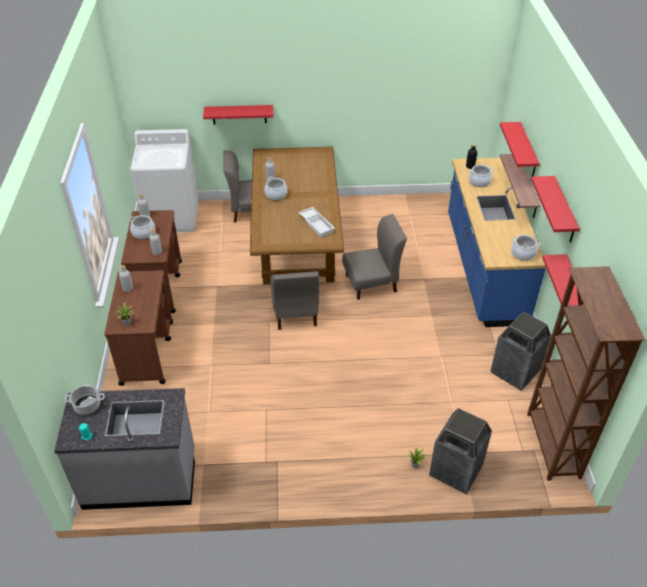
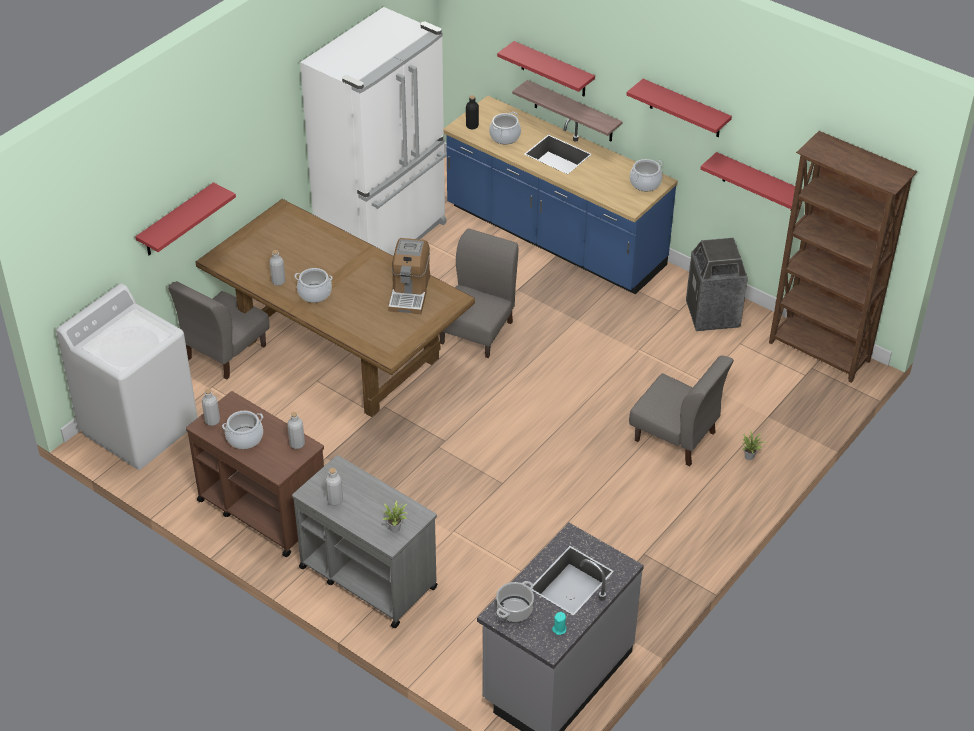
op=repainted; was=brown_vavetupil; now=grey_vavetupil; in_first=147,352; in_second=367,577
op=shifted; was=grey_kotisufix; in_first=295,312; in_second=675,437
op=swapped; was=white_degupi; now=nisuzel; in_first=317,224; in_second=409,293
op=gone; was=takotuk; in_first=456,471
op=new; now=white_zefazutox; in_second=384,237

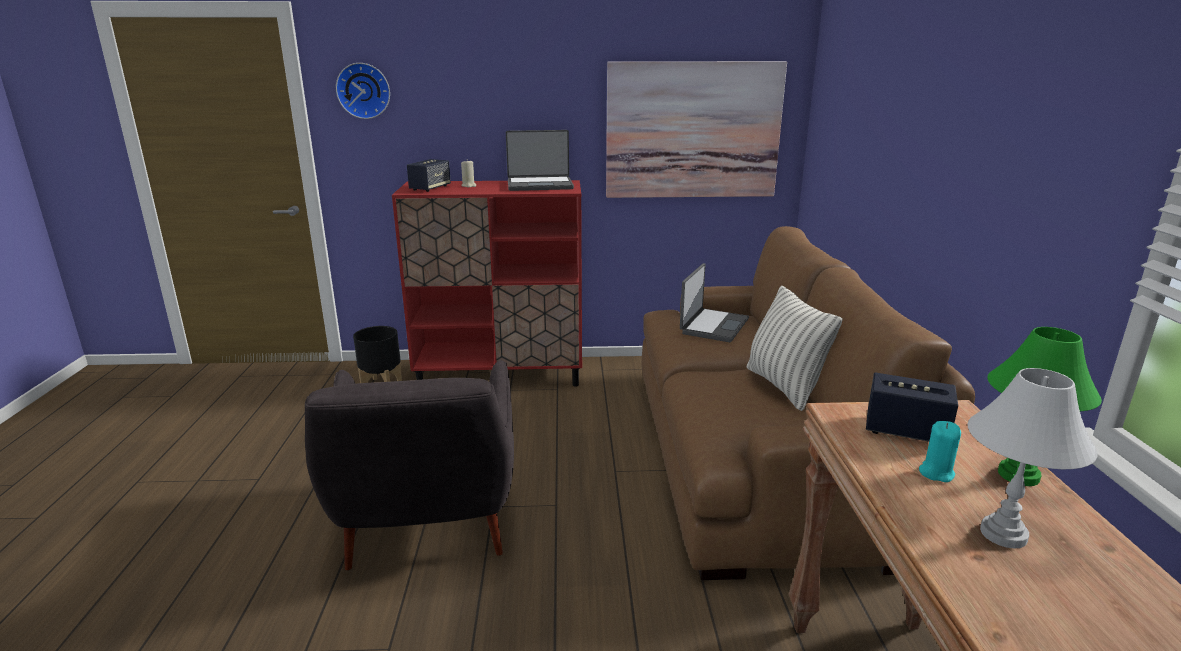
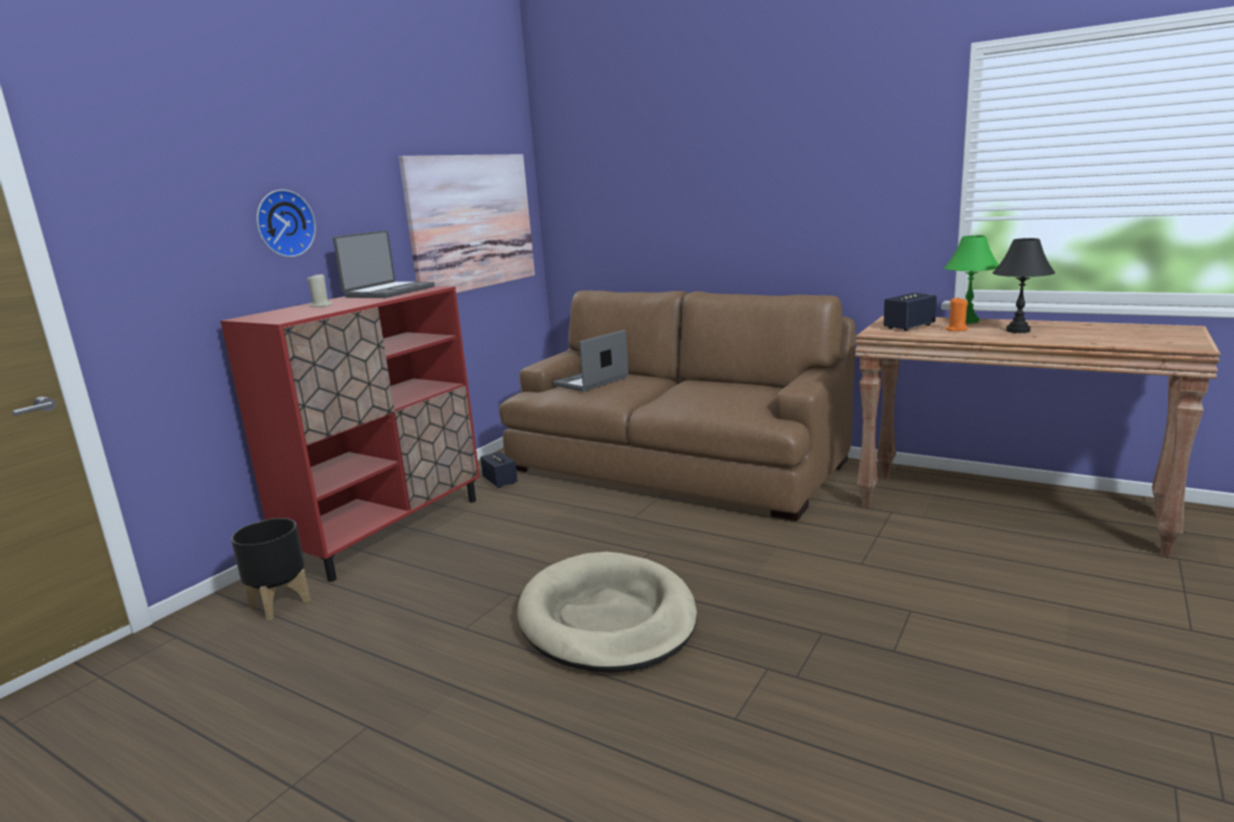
op=swapped; was=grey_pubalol; now=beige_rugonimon; in_first=428,524; in_second=607,618
op=shifted; was=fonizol; in_first=364,90; in_second=283,223
op=shifted; was=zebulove; in_first=430,188; in_second=500,481
op=rotated; was=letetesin; in_first=713,326; in_second=591,382; clockwise=-105
op=gone; was=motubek; in_first=784,386
op=repainted; was=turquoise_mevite; now=orange_mevite; in_first=936,473; in_second=956,329
op=repainted; was=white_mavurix; now=black_mavurix; in_first=1004,534; in_second=1018,330

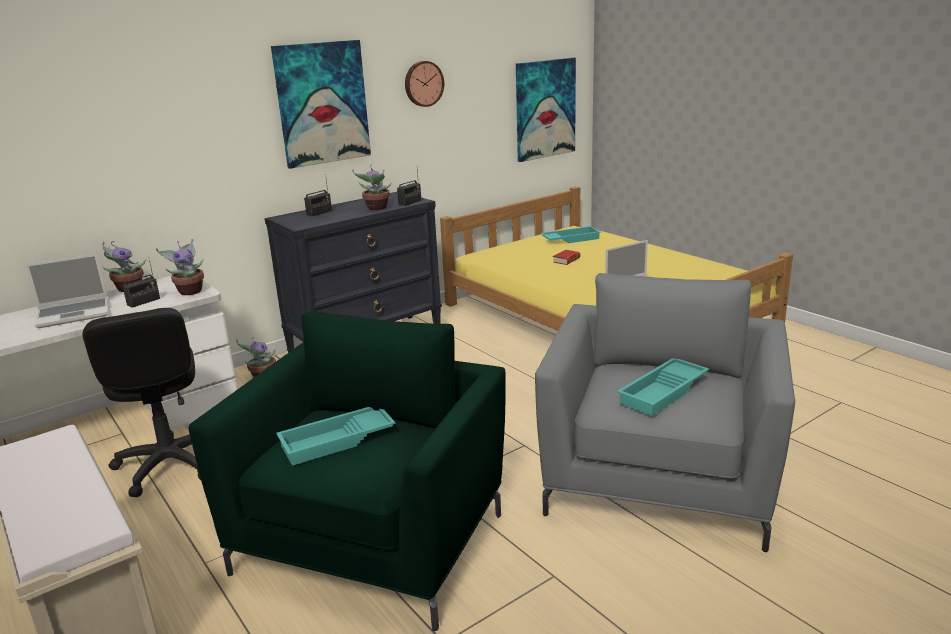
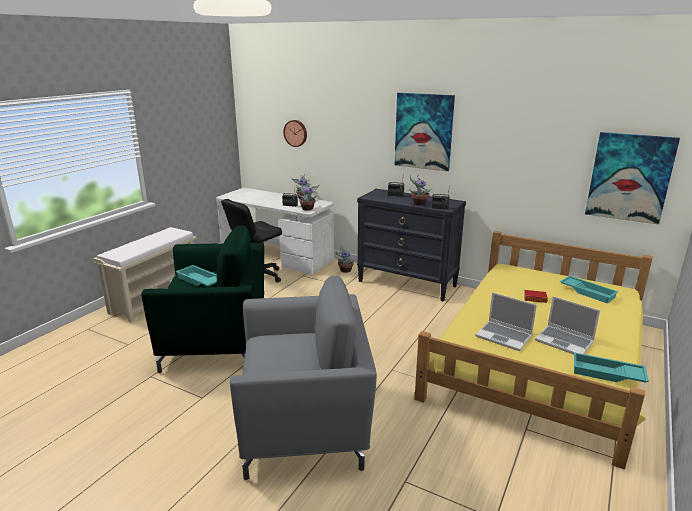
op=shifted; was=letetesin; in_first=75,313; in_second=565,341
op=shifted; was=fonizol; in_first=423,83; in_second=296,133
op=shifted; was=turquoise_degupi; in_first=664,392; in_second=607,374

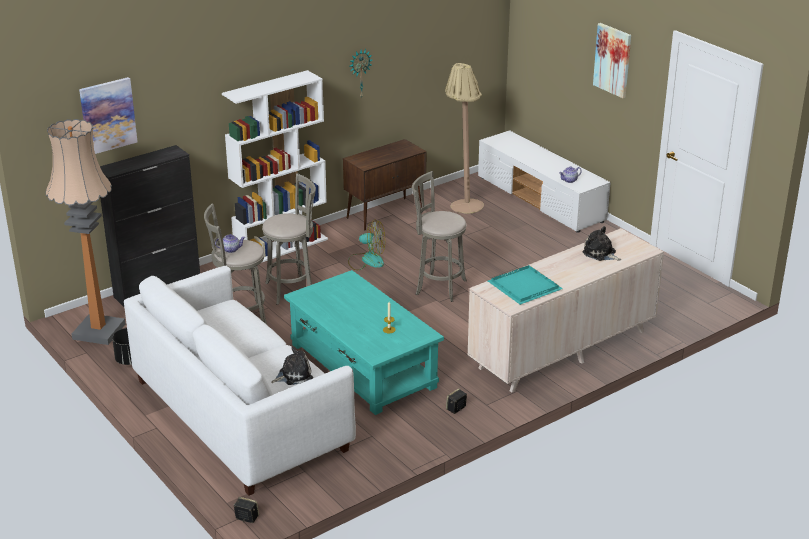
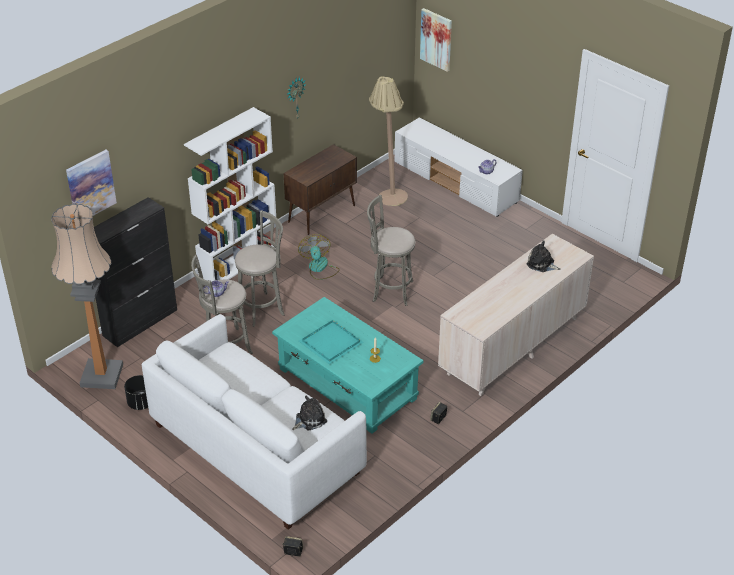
op=rotated; was=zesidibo; in_first=367,260; in_second=319,268; clockwise=-105
op=shifted; was=turquoise_degupi; in_first=523,286; in_second=329,343
op=shifted; was=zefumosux; in_first=613,60; in_second=436,39

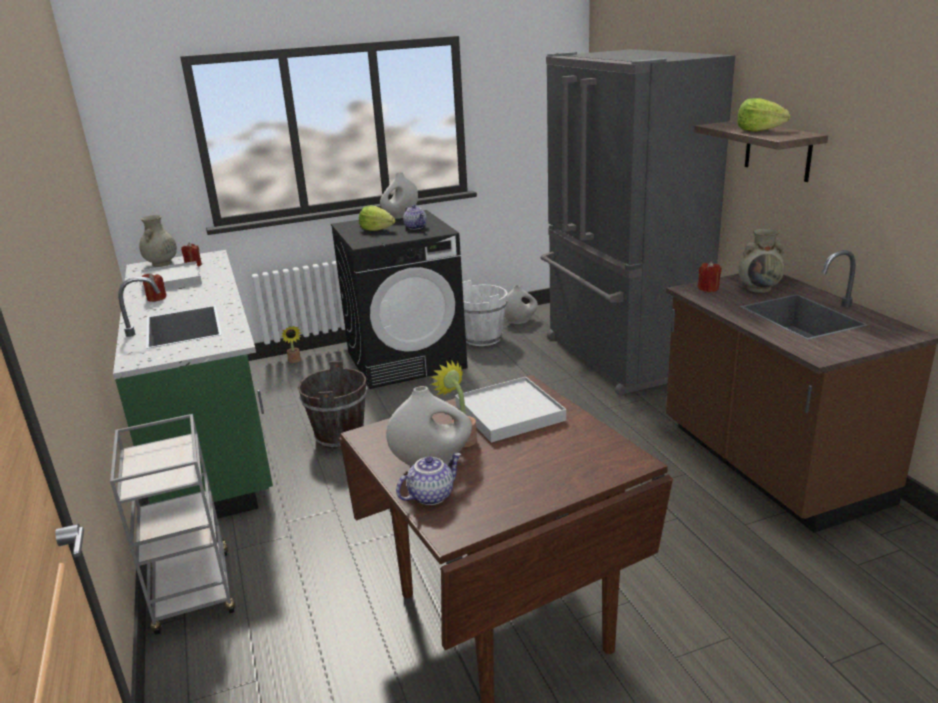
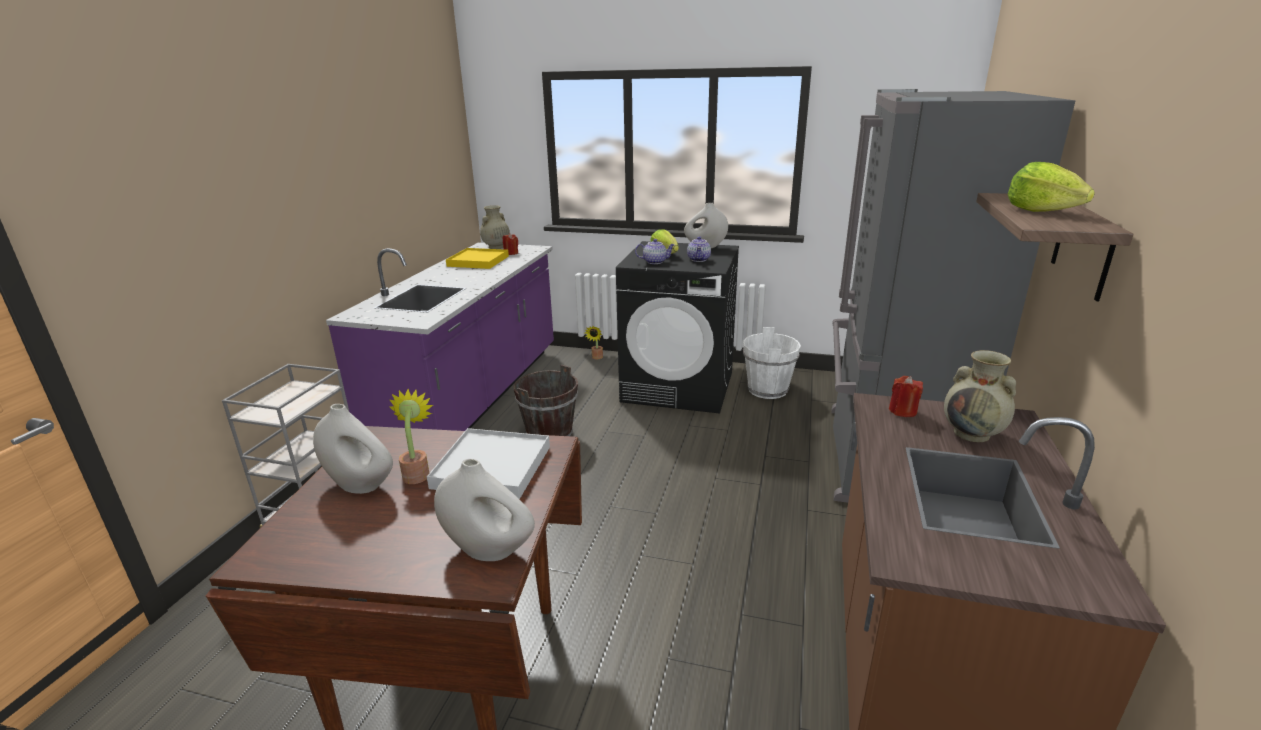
op=repainted; was=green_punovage; now=purple_punovage; in_first=212,436; in_second=474,398
op=repainted; was=white_degupi; now=yellow_degupi; in_first=171,280; in_second=478,261
op=gone; was=red_mevite; in_first=156,298
op=shifted; was=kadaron; in_first=431,495; in_second=655,262
op=shifted; was=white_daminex; in_first=520,321; in_second=489,550

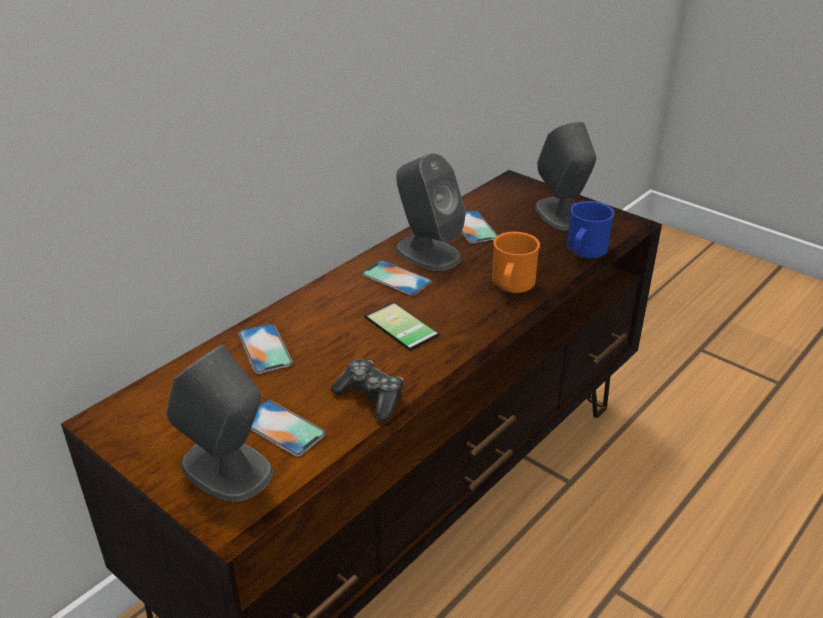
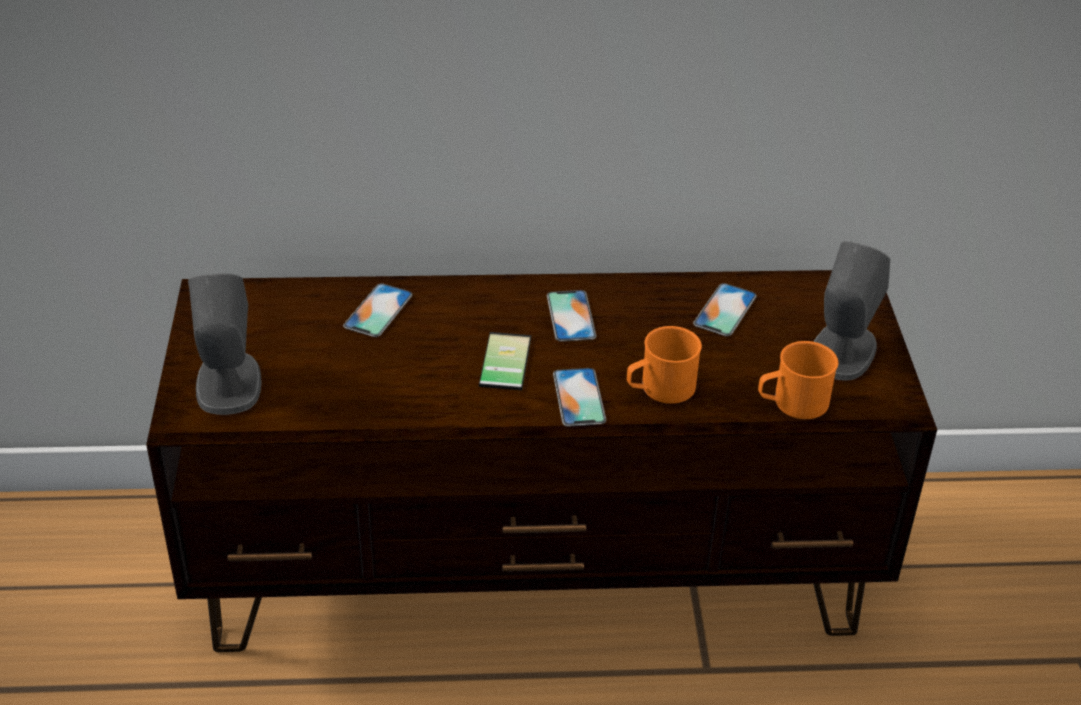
op=shifted; was=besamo; in_first=282,428; in_second=579,397
op=gone; was=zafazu; in_first=371,397
op=gone; was=grey_zebulove; in_first=427,253
op=repainted; was=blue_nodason; now=orange_nodason; in_first=584,251; in_second=792,403

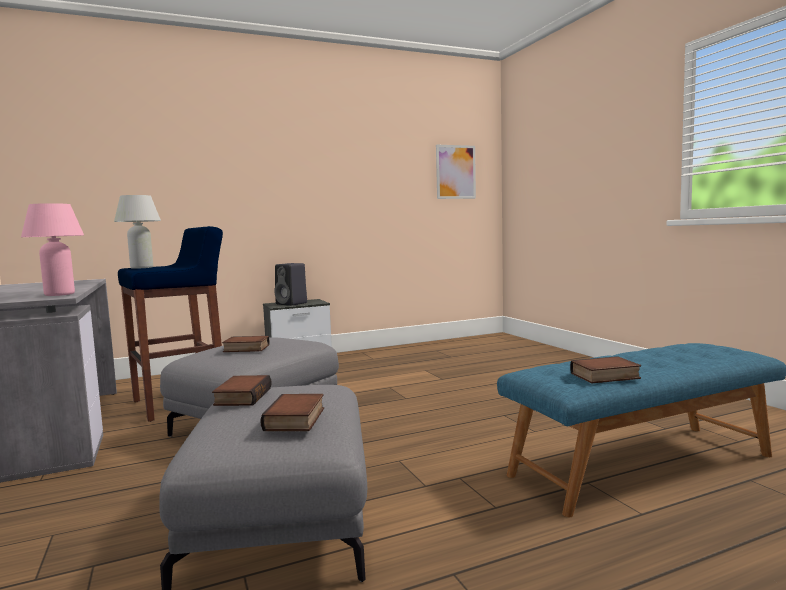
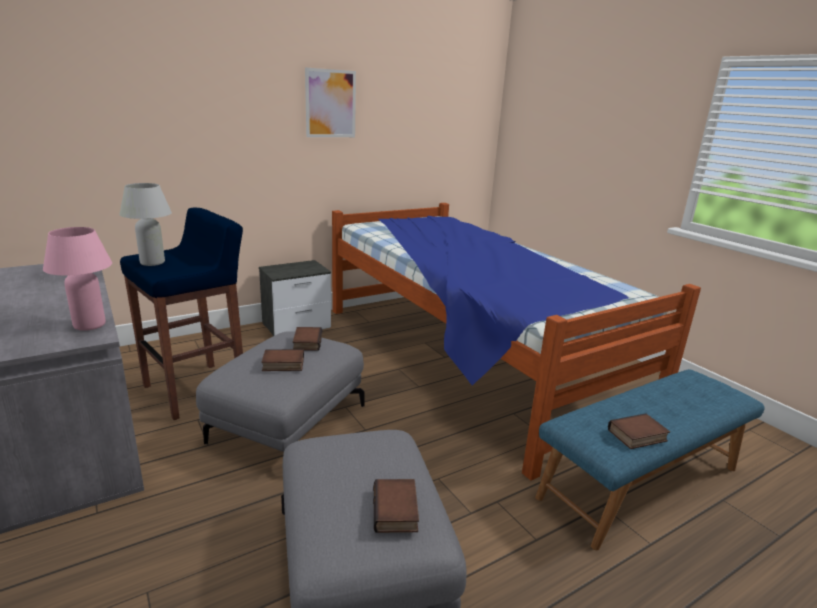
op=shifted; was=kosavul; in_first=241,396; in_second=306,342
op=gone; was=black_zebulove; in_first=292,303
op=shifted; was=zefumosux; in_first=455,172; in_second=330,104
op=new; now=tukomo; in_second=468,357

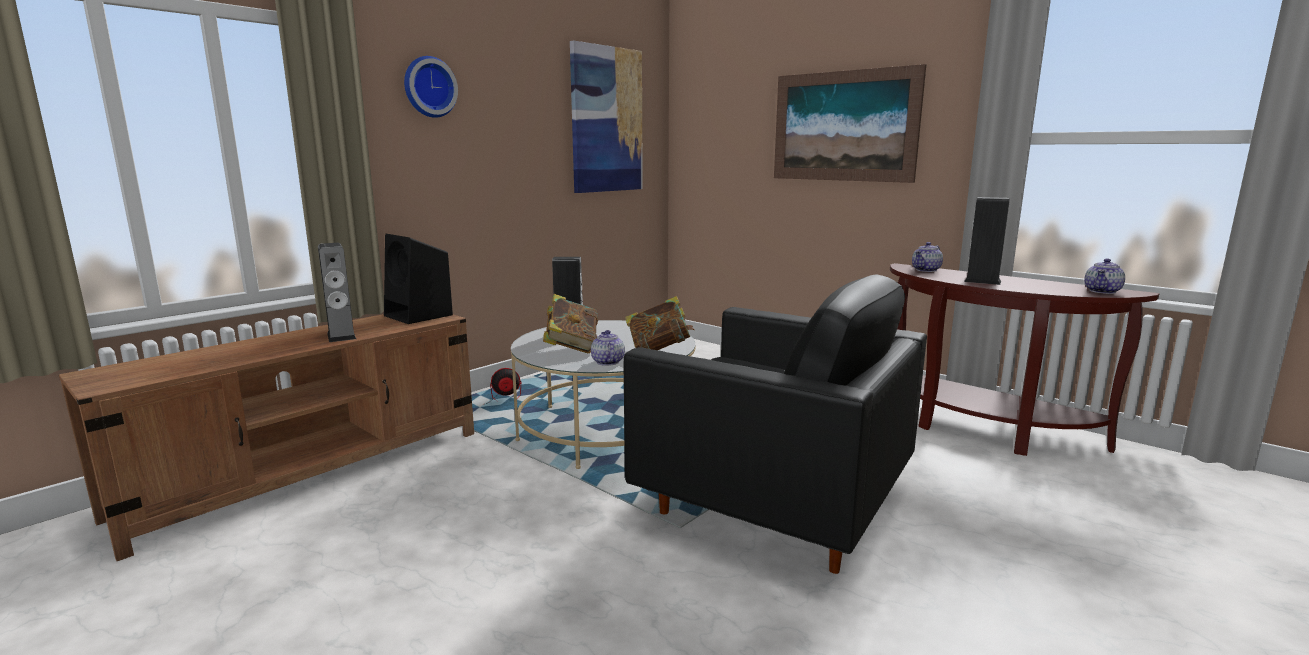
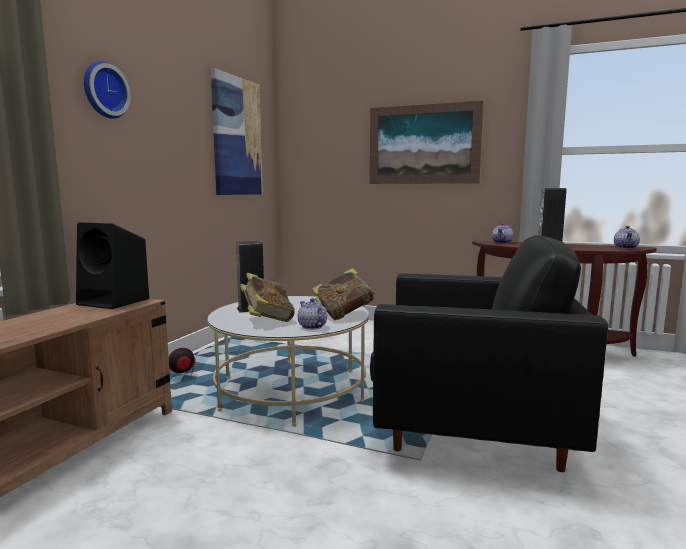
op=gone; was=zebulove; in_first=341,336

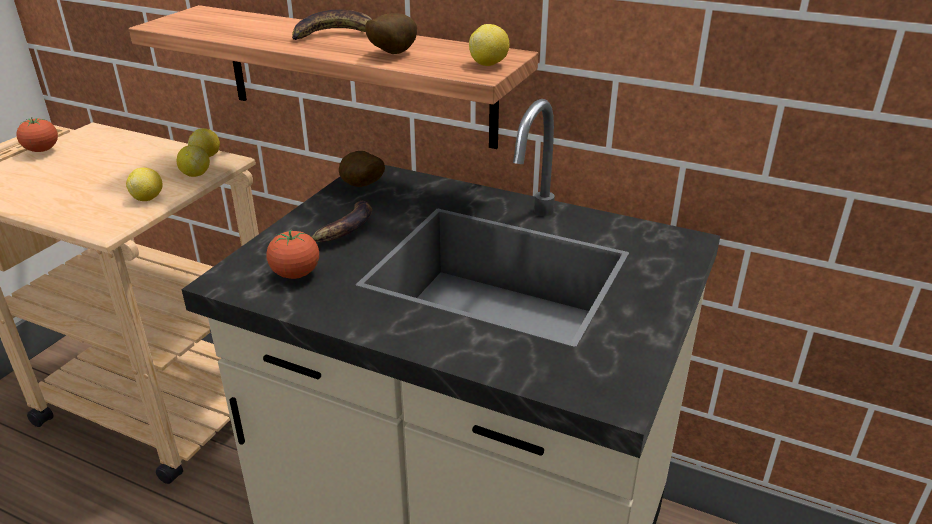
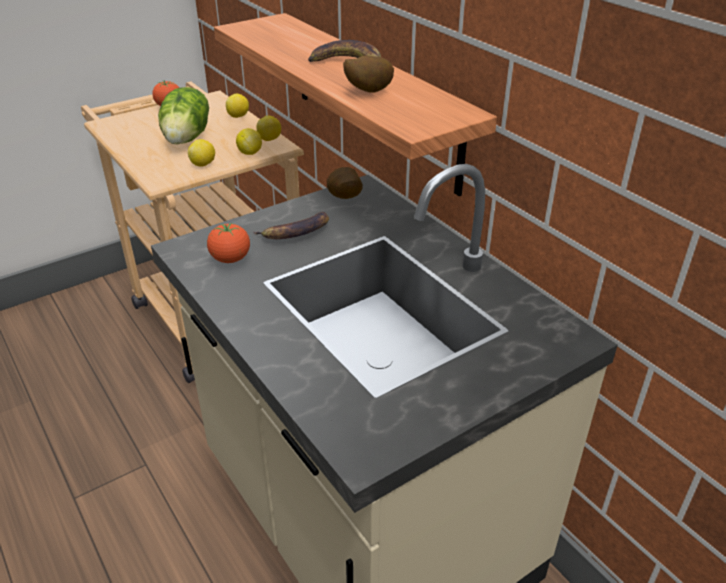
op=shifted; was=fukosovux; in_first=489,64; in_second=238,116
op=new; now=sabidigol; in_second=187,138

